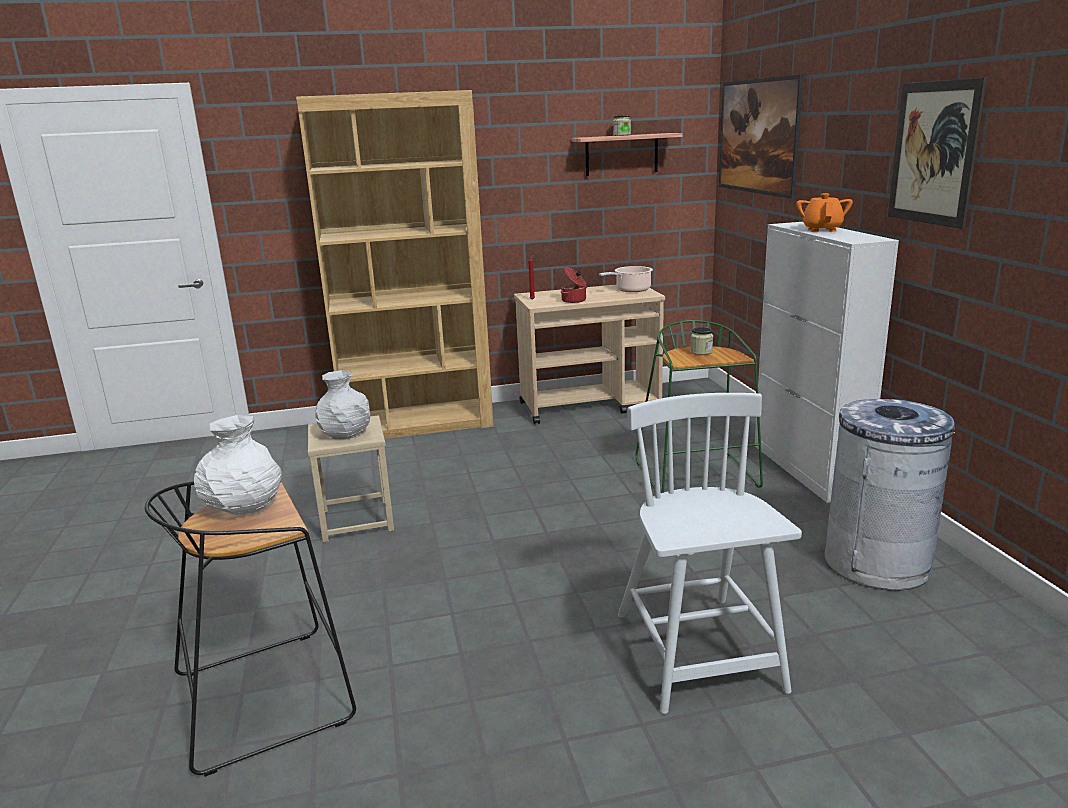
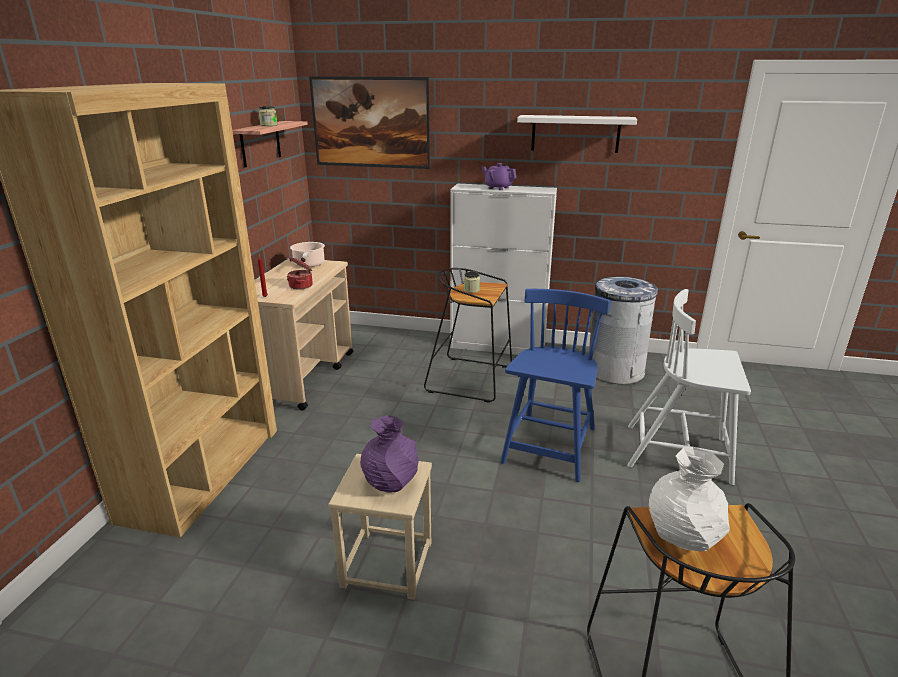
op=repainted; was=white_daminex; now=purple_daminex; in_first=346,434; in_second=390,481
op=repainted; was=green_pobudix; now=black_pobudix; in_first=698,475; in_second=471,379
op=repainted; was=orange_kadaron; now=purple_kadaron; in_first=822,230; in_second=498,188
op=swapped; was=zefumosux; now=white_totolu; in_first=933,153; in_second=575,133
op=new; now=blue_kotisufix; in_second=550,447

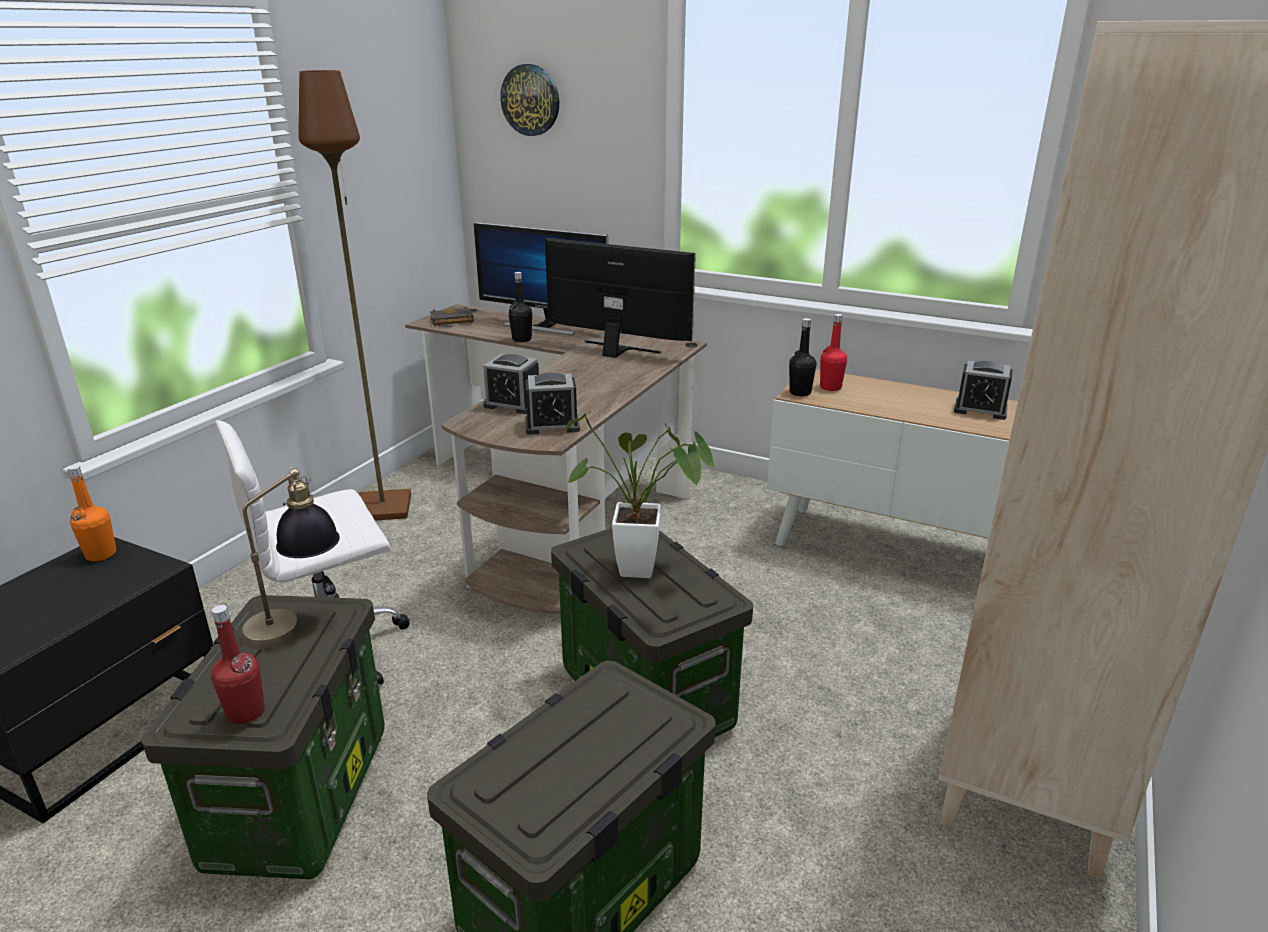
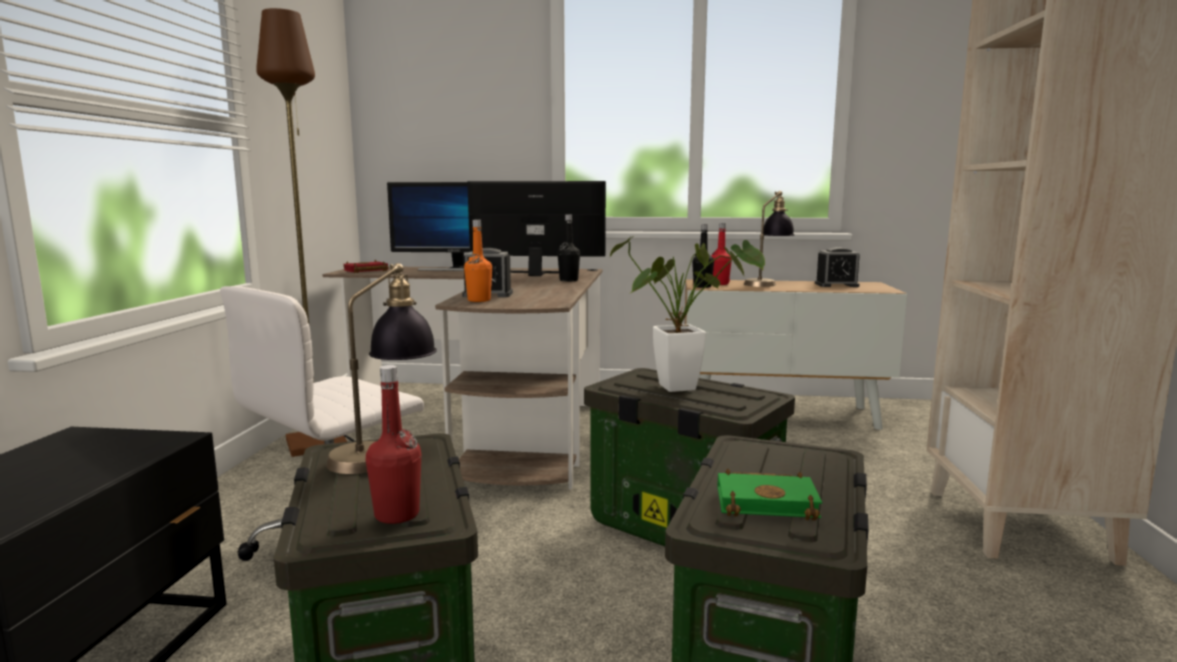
op=shifted; was=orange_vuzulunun; in_first=101,554; in_second=479,300
op=repainted; was=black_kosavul; now=red_kosavul; in_first=451,321; in_second=365,271
op=gone; was=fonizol; in_first=530,100
op=shifted; was=black_vuzulunun; in_first=521,339; in_second=569,280
op=gone; was=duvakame; in_first=552,425
op=new; now=green_kosavul; in_second=768,502
op=new; now=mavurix; in_second=767,283

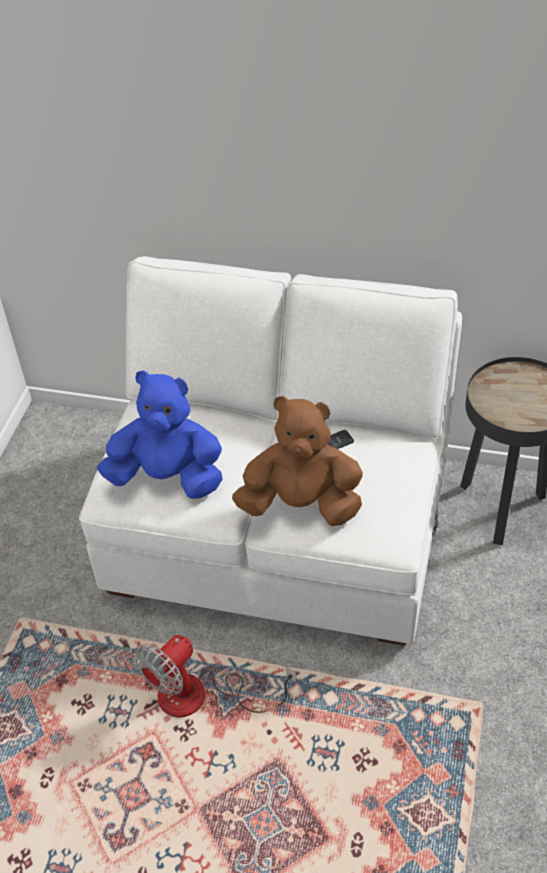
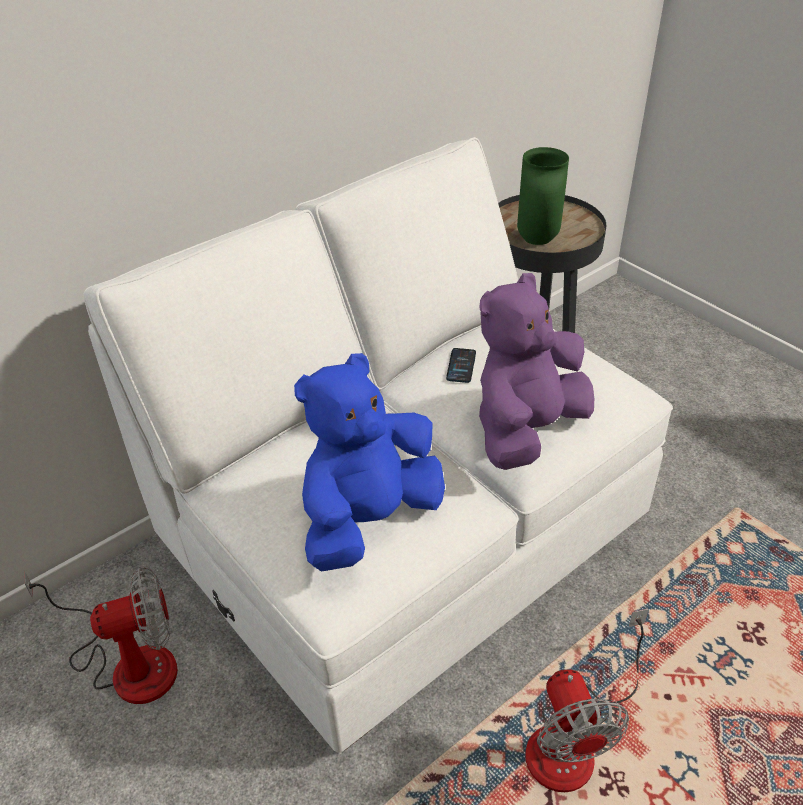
op=repainted; was=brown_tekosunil; now=purple_tekosunil; in_first=301,504; in_second=526,430
op=new; now=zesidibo; in_second=128,663
op=new; now=green_daminex; in_second=538,240

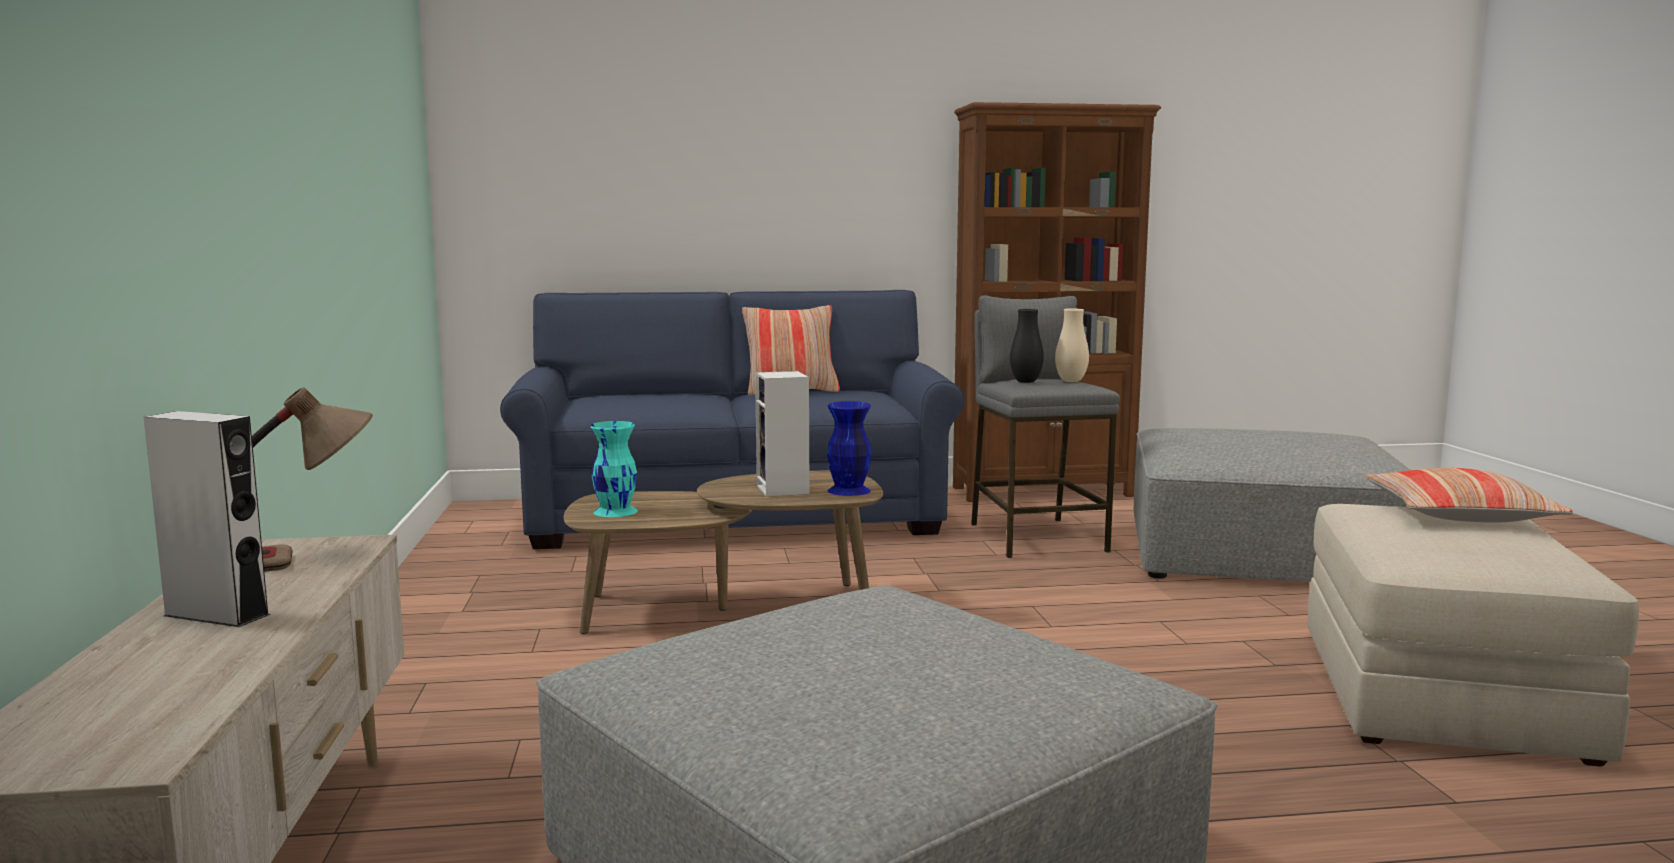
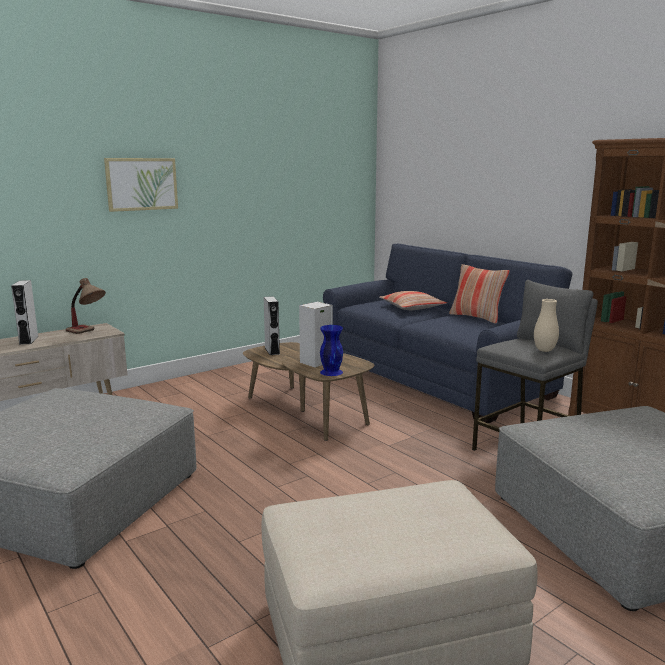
op=swapped; was=turquoise_daminex; now=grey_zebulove; in_first=615,511; in_second=272,351
op=gone; was=black_daminex; in_first=1025,382
op=shifted; was=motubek; in_first=1459,515; in_second=412,307
op=new; now=zefumosux; in_second=141,184

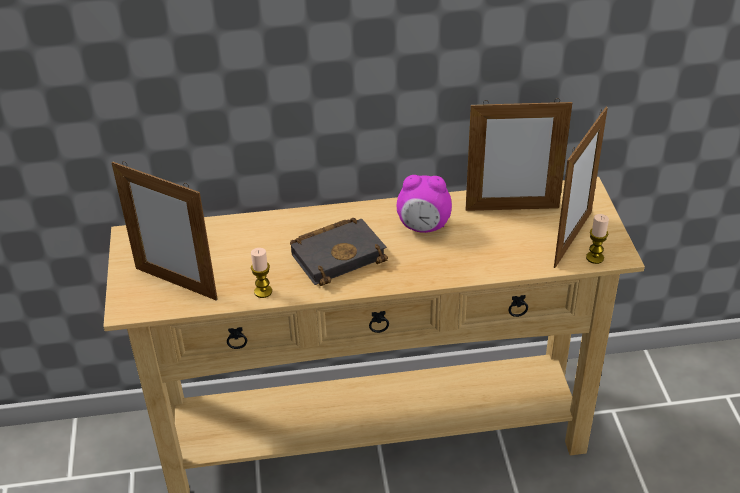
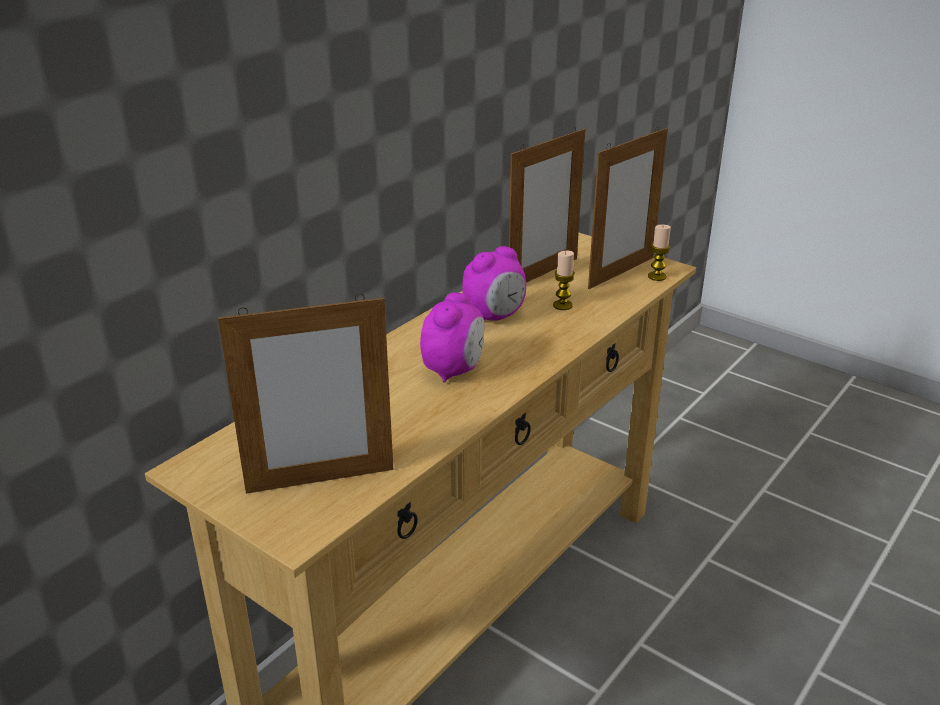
op=shifted; was=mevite; in_first=263,291; in_second=562,305
op=swapped; was=black_kosavul; now=duvakame; in_first=339,254; in_second=454,370
op=rotated; was=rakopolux; in_first=572,239; in_second=621,272; clockwise=60

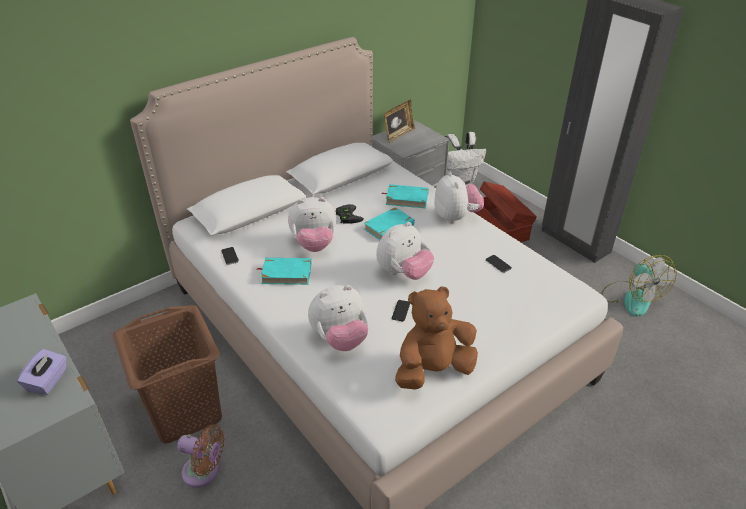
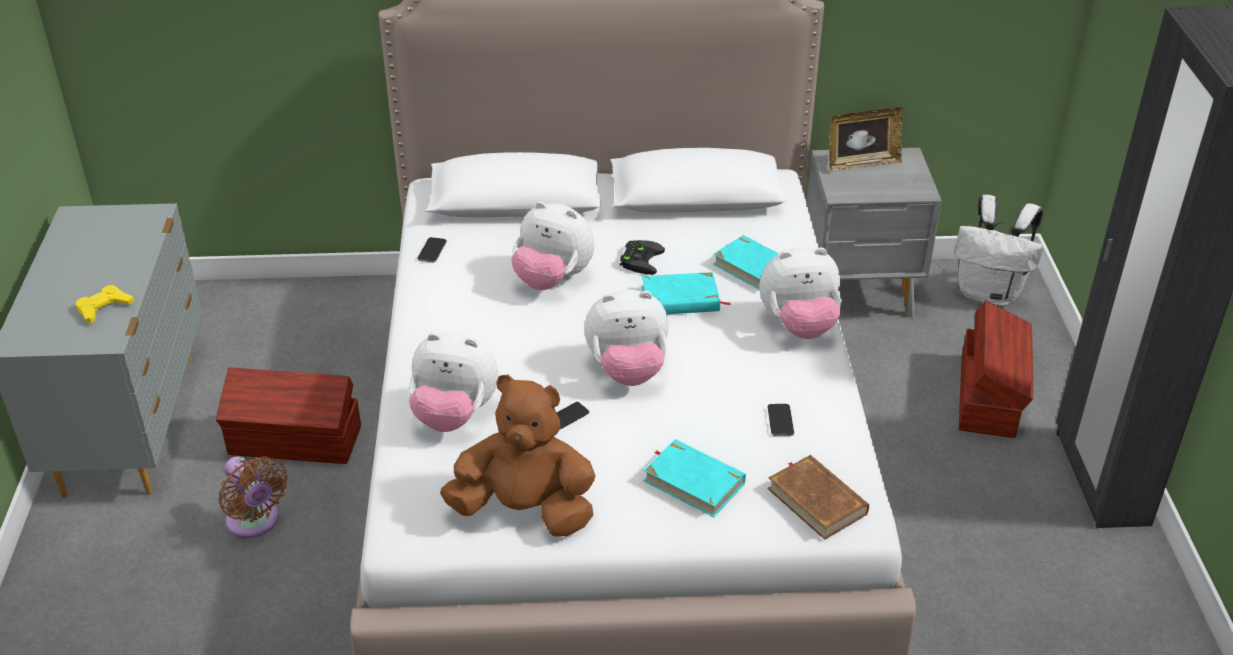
op=swapped; was=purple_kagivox; now=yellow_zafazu; in_first=48,381; in_second=104,308
op=swapped; was=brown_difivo; now=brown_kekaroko; in_first=185,411; in_second=295,442
op=shifted; was=turquoise_kosavul; in_first=286,273; in_second=694,482
op=rotated; was=tekosunil; in_first=456,217; in_second=799,326; clockwise=60
op=gone; was=zesidibo; in_first=631,298
op=new; now=brown_kosavul; in_second=817,500

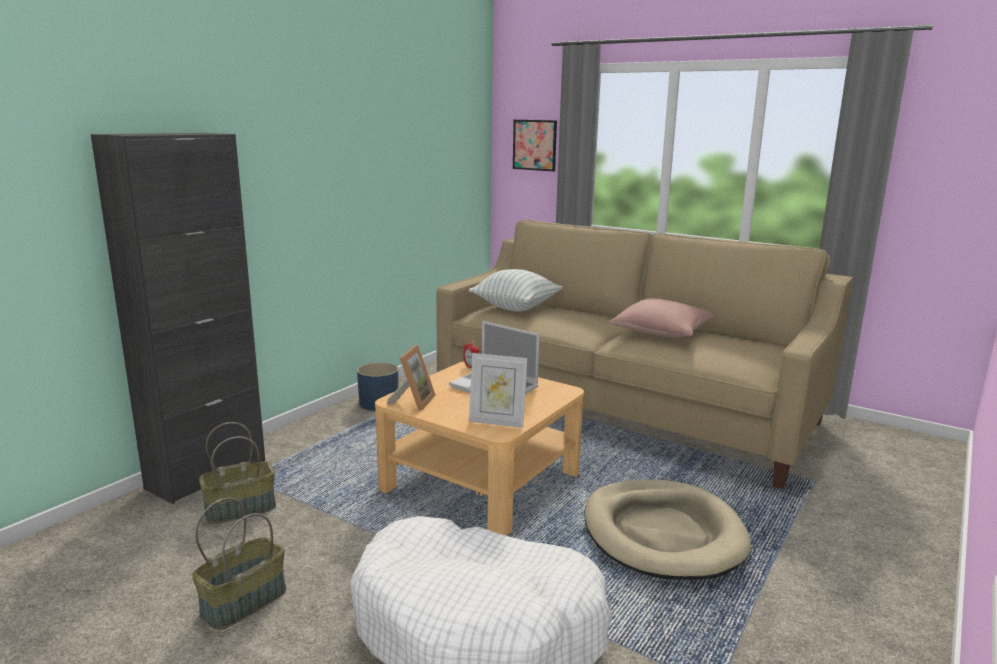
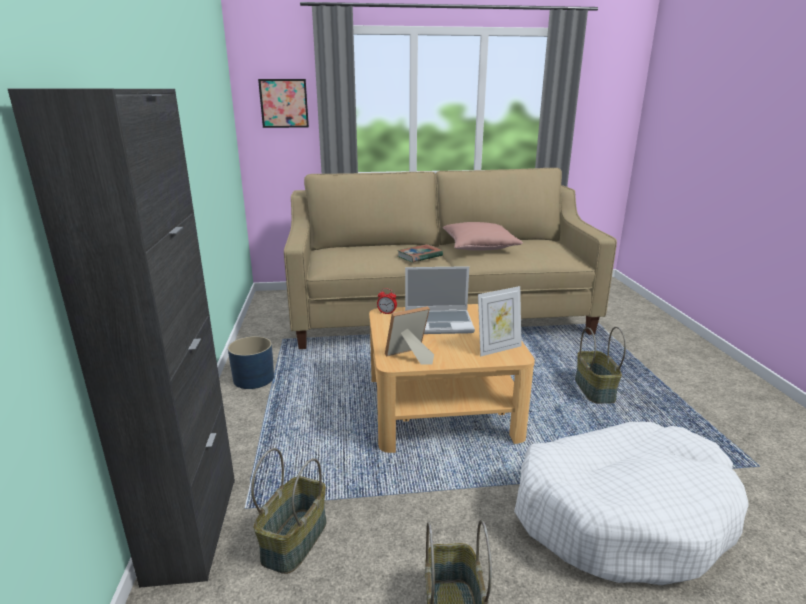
op=rotated; was=rakopolux; in_first=413,402; in_second=409,357; clockwise=-90
op=gone; was=motubek; in_first=515,308
op=swapped; was=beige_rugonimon; now=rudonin; in_first=662,534; in_second=593,389
op=new; now=kosavul; in_second=419,256

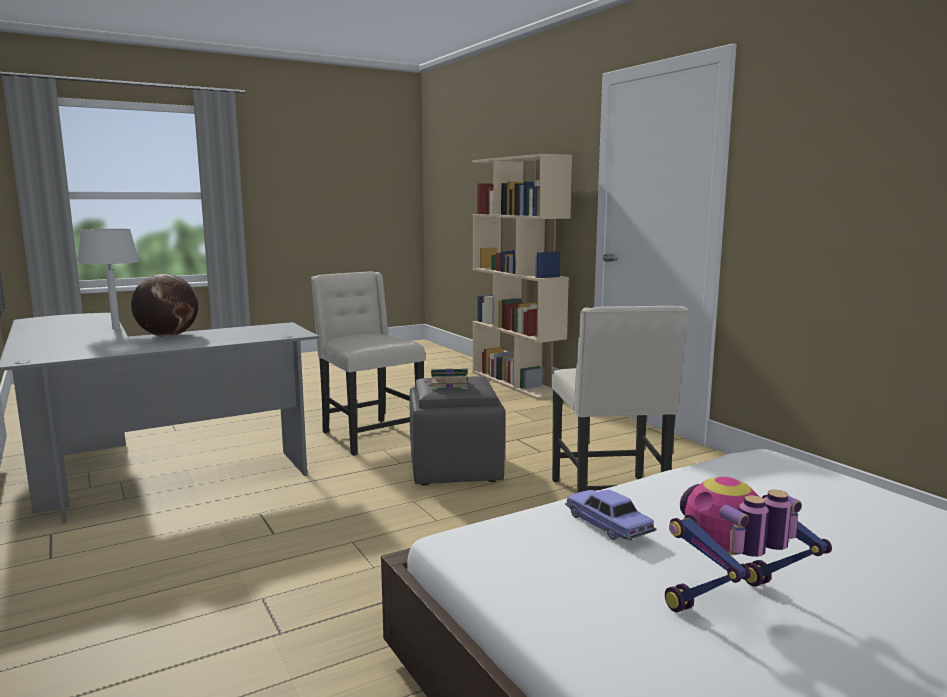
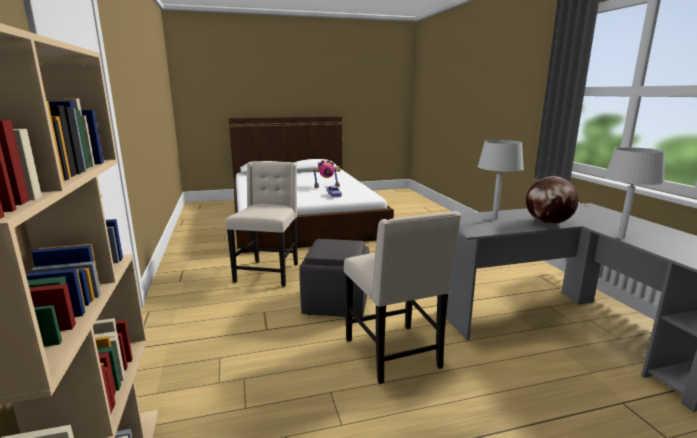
op=gone; was=kosavul; in_first=448,385
op=new; now=grey_mavurix; in_second=494,219

